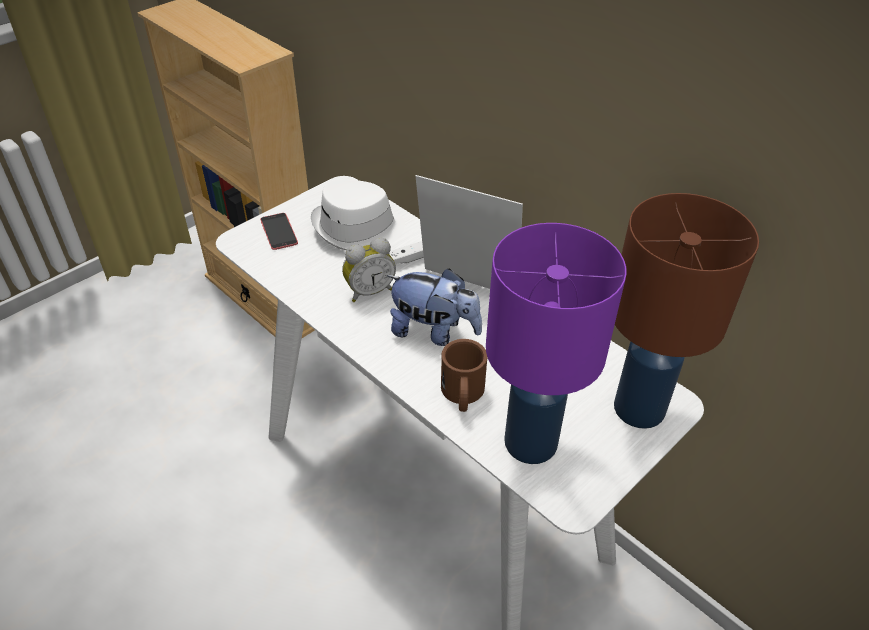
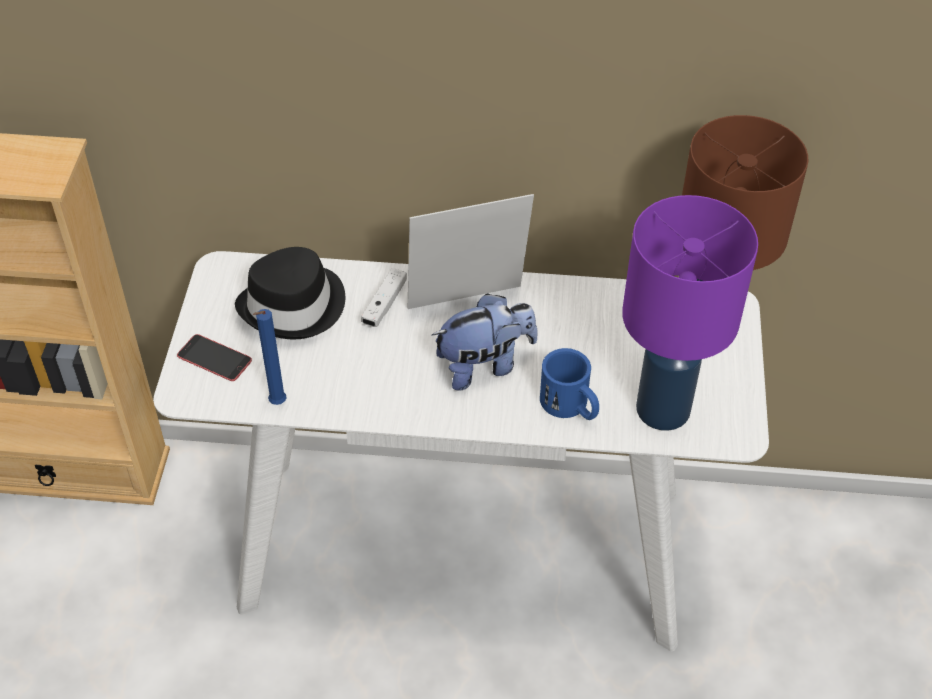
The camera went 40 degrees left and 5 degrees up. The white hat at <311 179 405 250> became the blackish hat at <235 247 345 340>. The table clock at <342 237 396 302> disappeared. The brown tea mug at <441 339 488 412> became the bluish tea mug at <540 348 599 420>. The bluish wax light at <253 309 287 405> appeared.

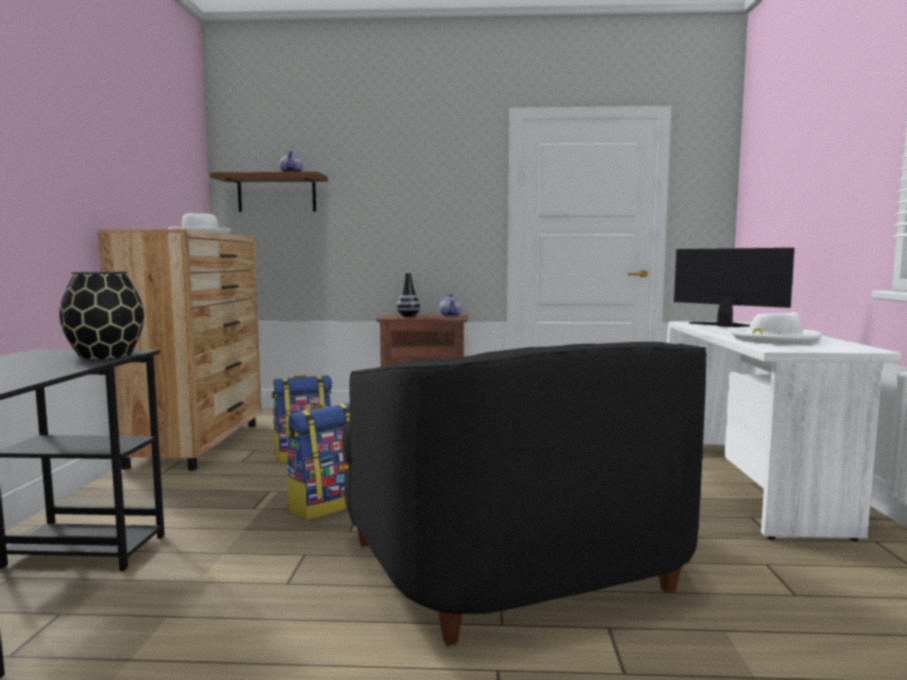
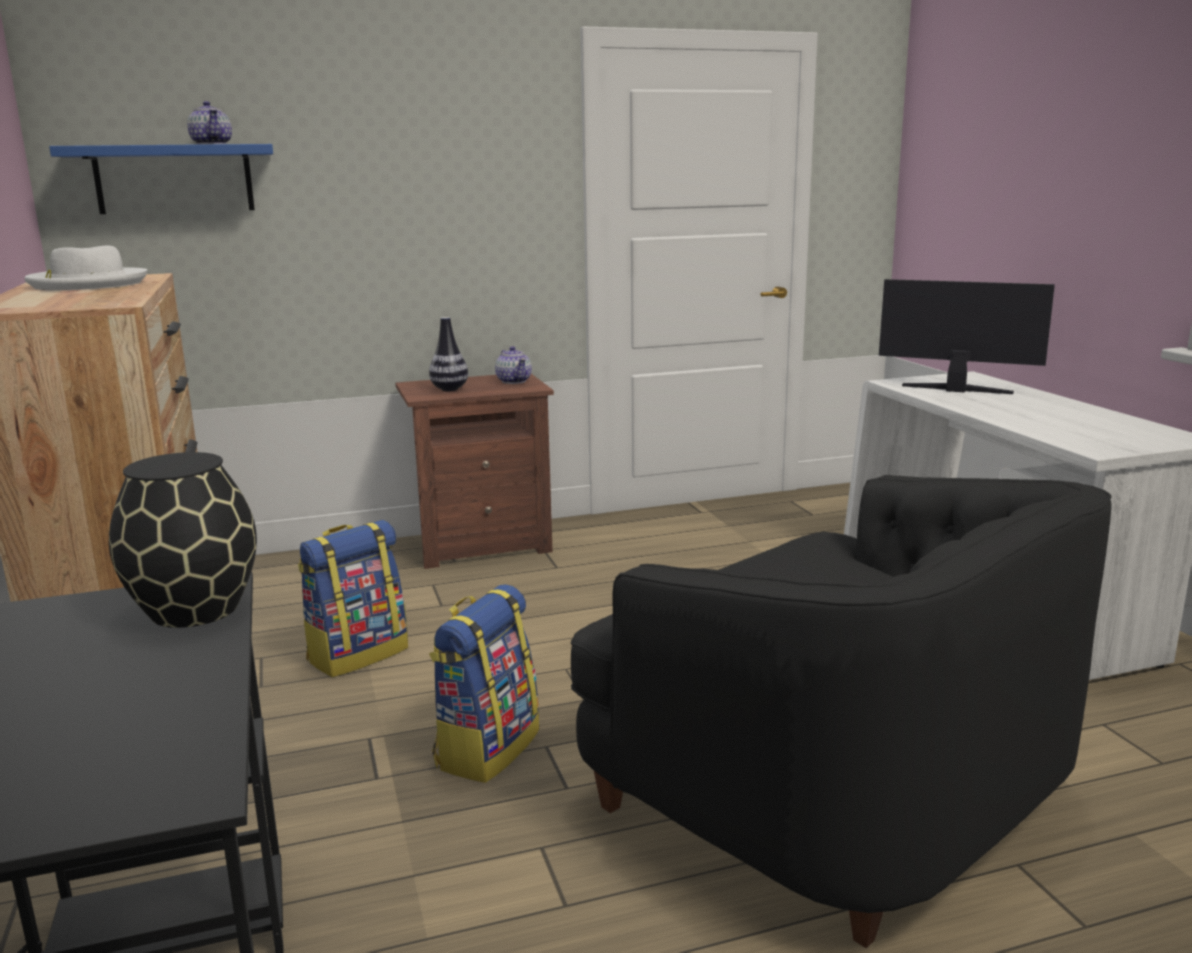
The camera went 20 degrees left and 10 degrees up. The brown bracket shelf at <210 172 328 212> became the bluish bracket shelf at <49 144 273 214>. The white hat at <731 312 822 344> disappeared.

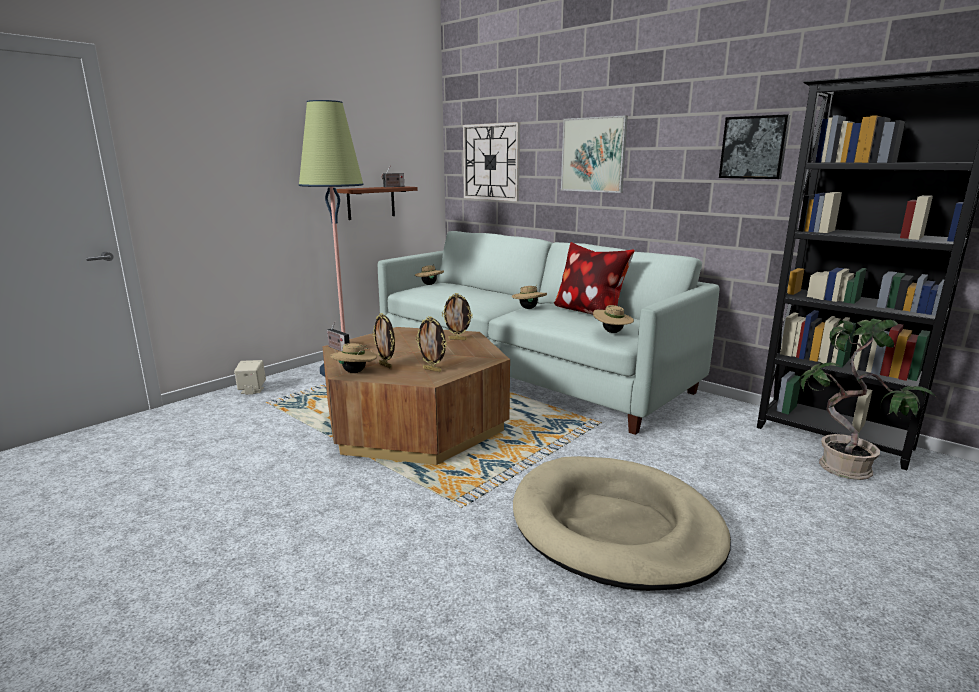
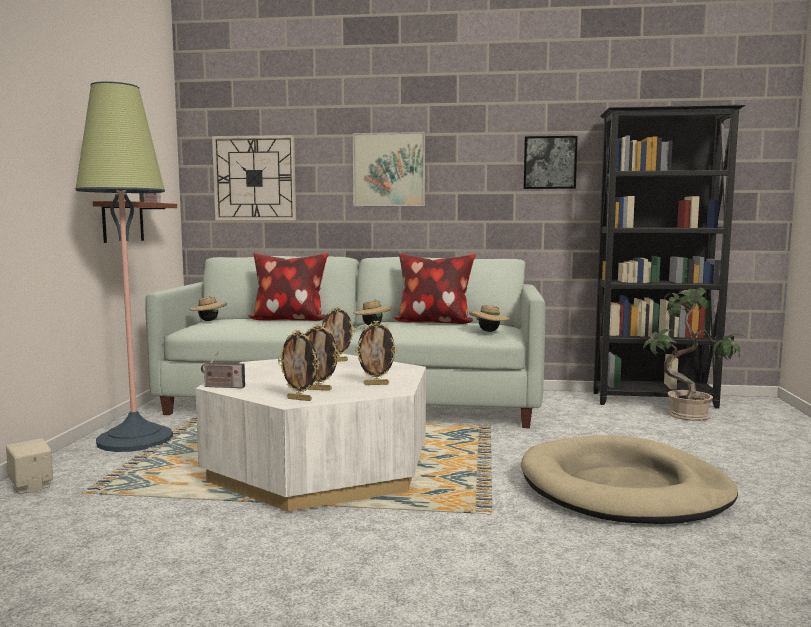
The camera went 35 degrees left and 10 degrees down. The brown lounge table at <323 327 510 465> became the white lounge table at <195 354 426 512>. The sand-coloured hat at <330 343 377 373> was replaced by the standing frame at <278 330 319 401>. The pillow at <248 253 329 321> appeared.

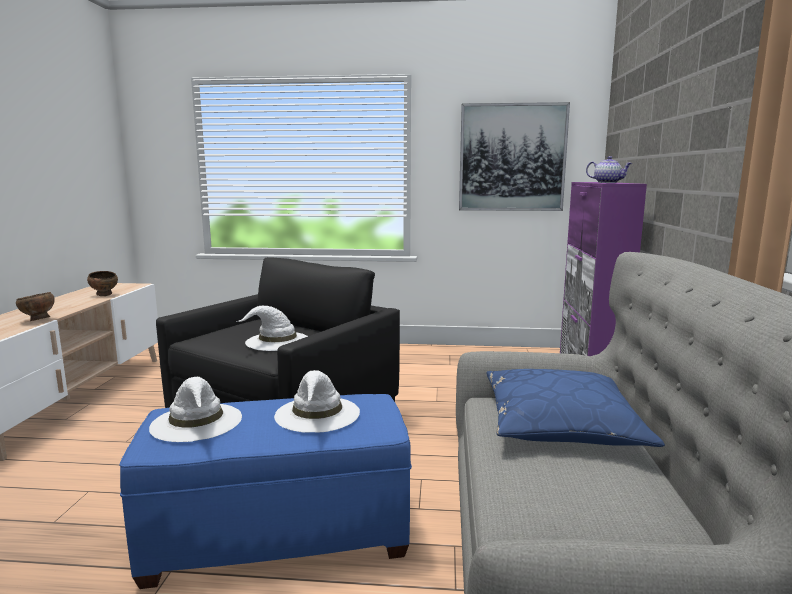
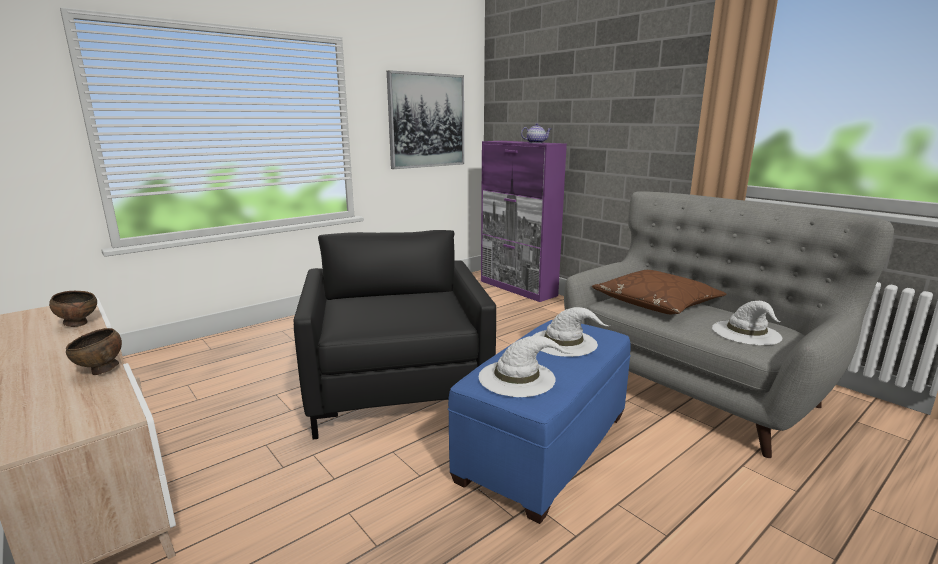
The camera went 45 degrees left and 5 degrees up. The white hat moved from <237 306 308 351> to <712 301 782 345>. The bluish pillow at <487 369 665 447> became the brown pillow at <592 270 726 314>.

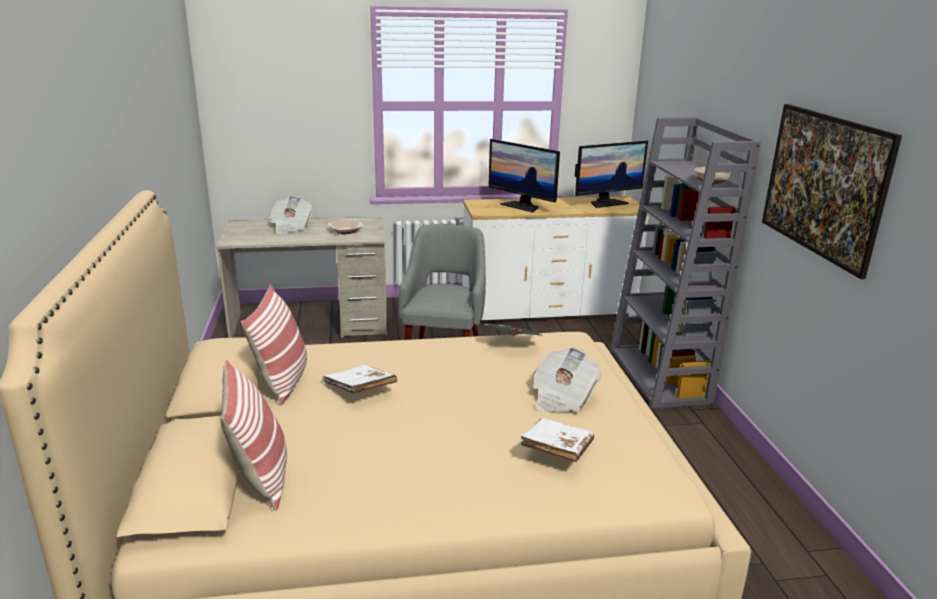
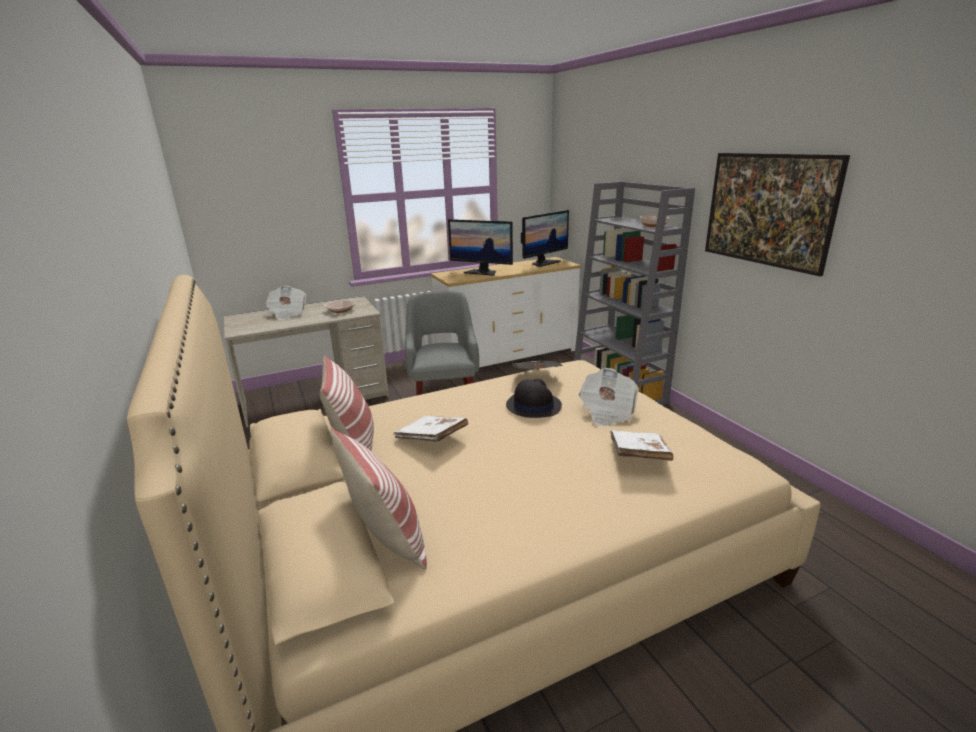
The camera went 15 degrees left and 0 degrees up. The blackish hat at <506 379 562 418> appeared.

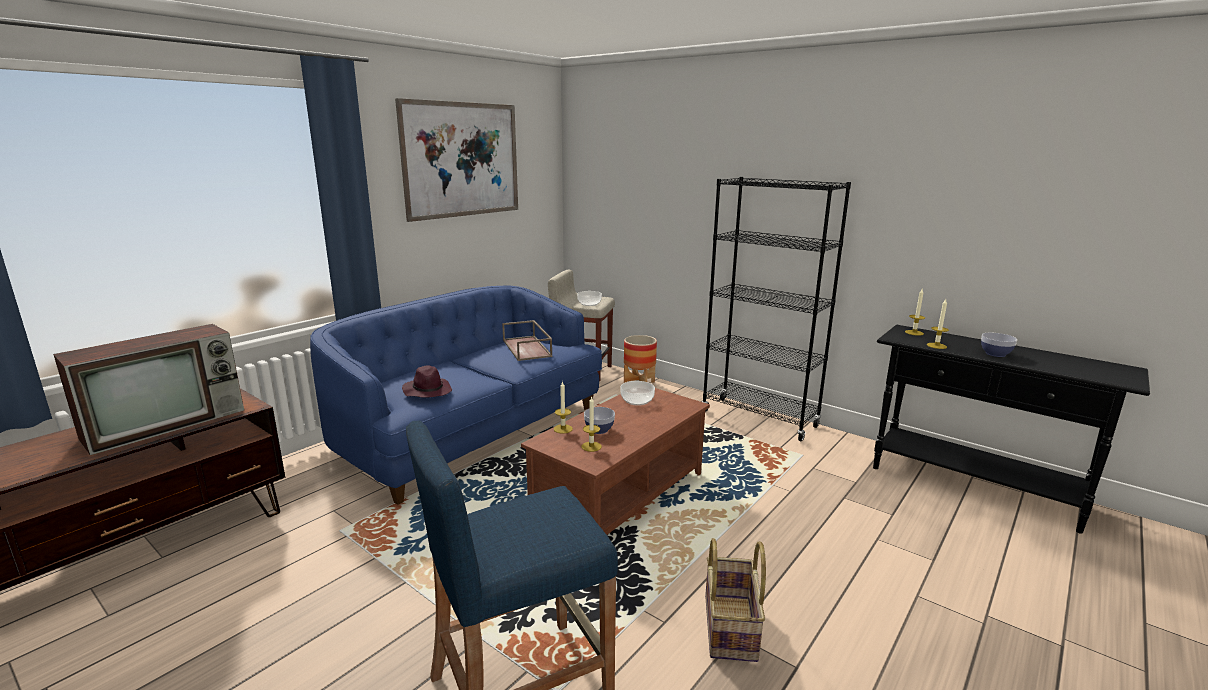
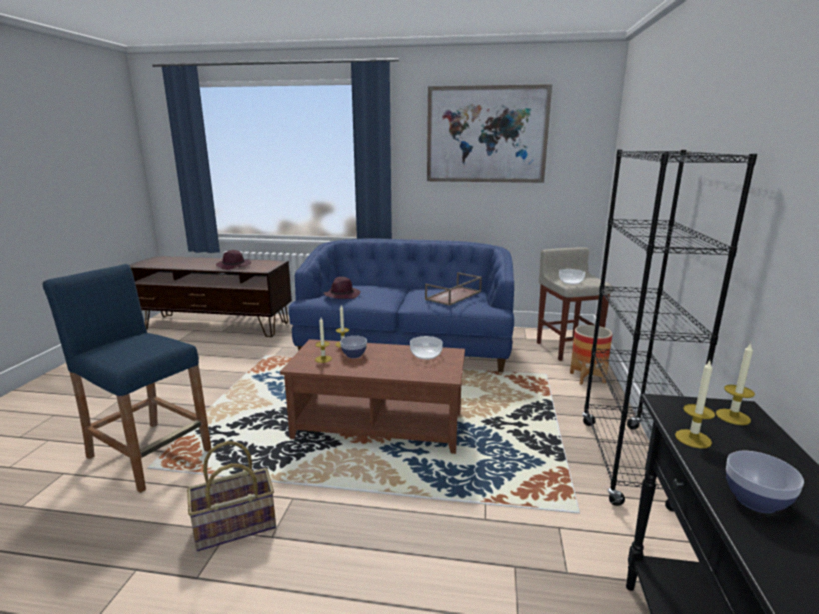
The camera went 60 degrees right and 0 degrees up. The TV set at <53 324 244 455> was replaced by the purple-coloured hat at <216 250 251 270>.

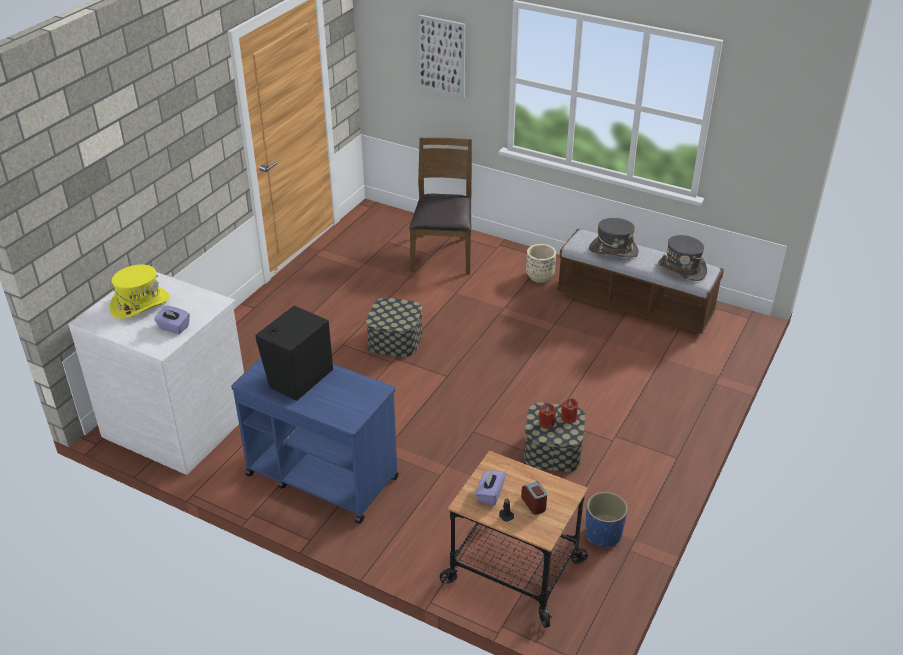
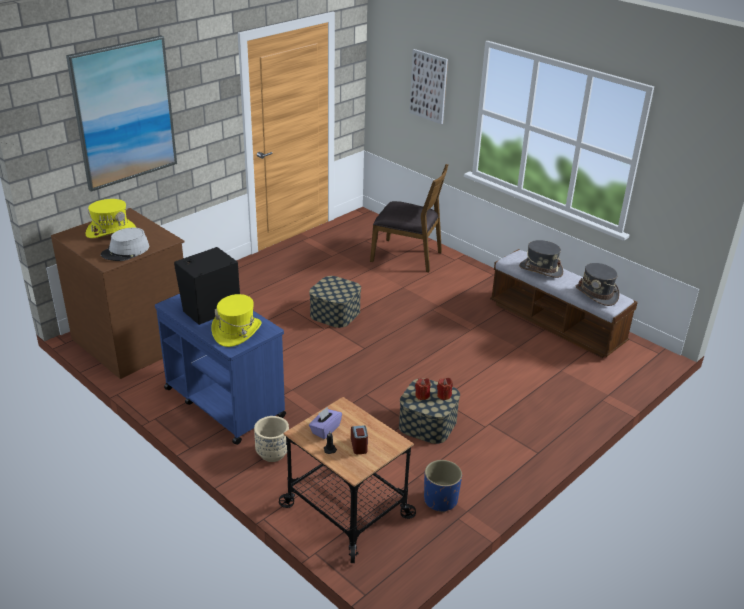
The camera went 15 degrees right and 5 degrees down. The white drawer chest at <68 272 244 475> became the brown drawer chest at <51 208 184 379>. The purple-coloured box of tissues at <154 306 190 334> was replaced by the gray hat at <101 227 149 261>. The brown upright chair at <409 137 472 274> turned 90 degrees clockwise. The sand-coloured planter moved from <526 244 556 283> to <254 416 289 462>. The picture at <66 35 177 192> appeared. The yellowish hat at <211 294 262 347> appeared.

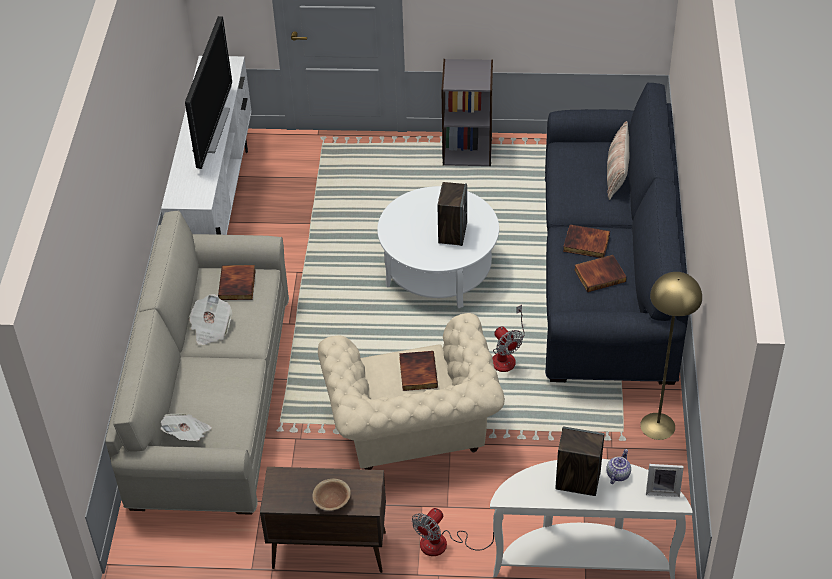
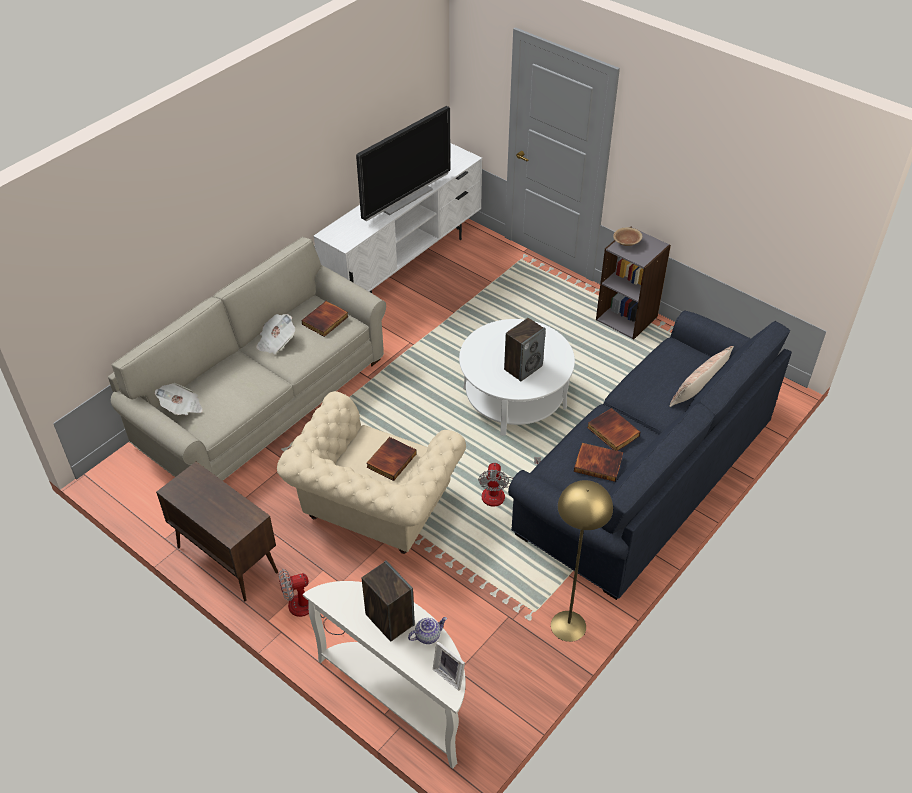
The camera went 35 degrees right and 0 degrees up. The brown serving bowl moved from <312 479 351 511> to <613 227 642 246>.

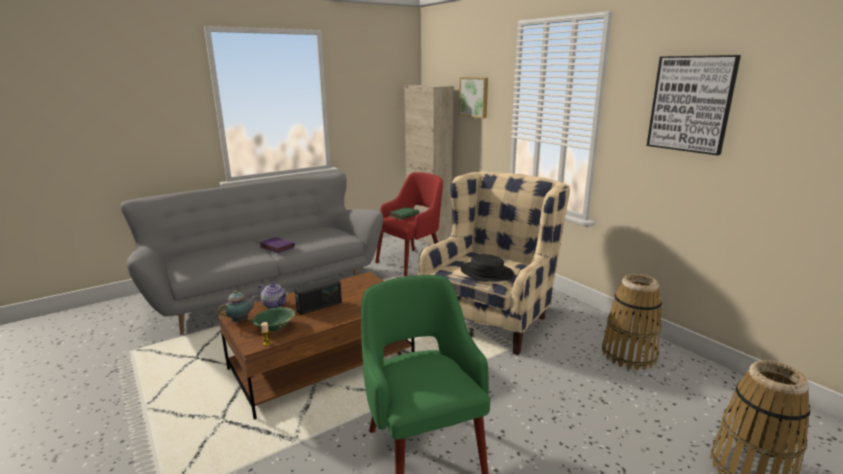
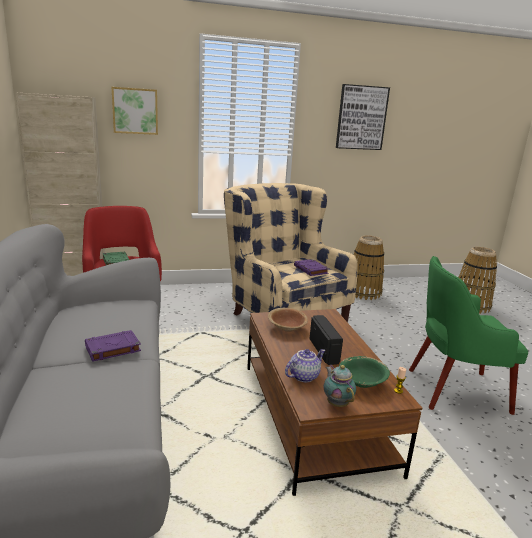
The camera went 70 degrees left and 0 degrees up. The blackish hat at <460 254 514 282> was replaced by the purple-coloured book at <294 259 329 276>. The brown serving bowl at <268 308 308 332> appeared.

